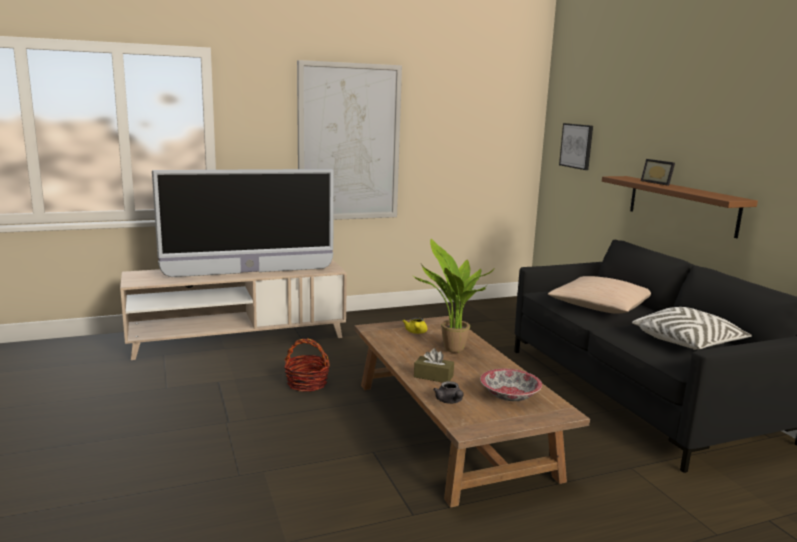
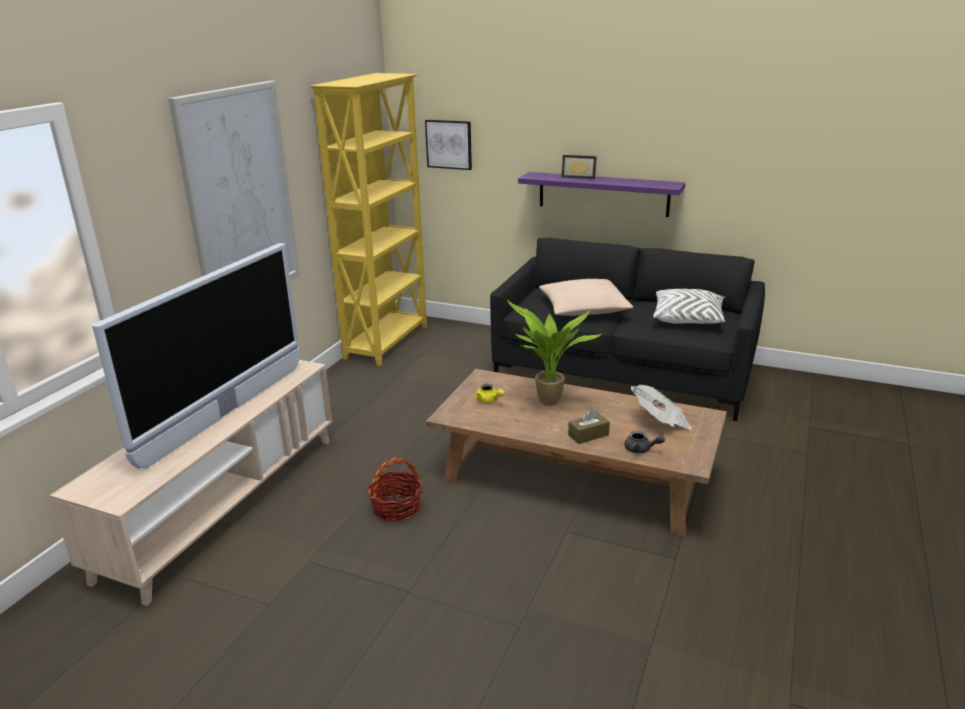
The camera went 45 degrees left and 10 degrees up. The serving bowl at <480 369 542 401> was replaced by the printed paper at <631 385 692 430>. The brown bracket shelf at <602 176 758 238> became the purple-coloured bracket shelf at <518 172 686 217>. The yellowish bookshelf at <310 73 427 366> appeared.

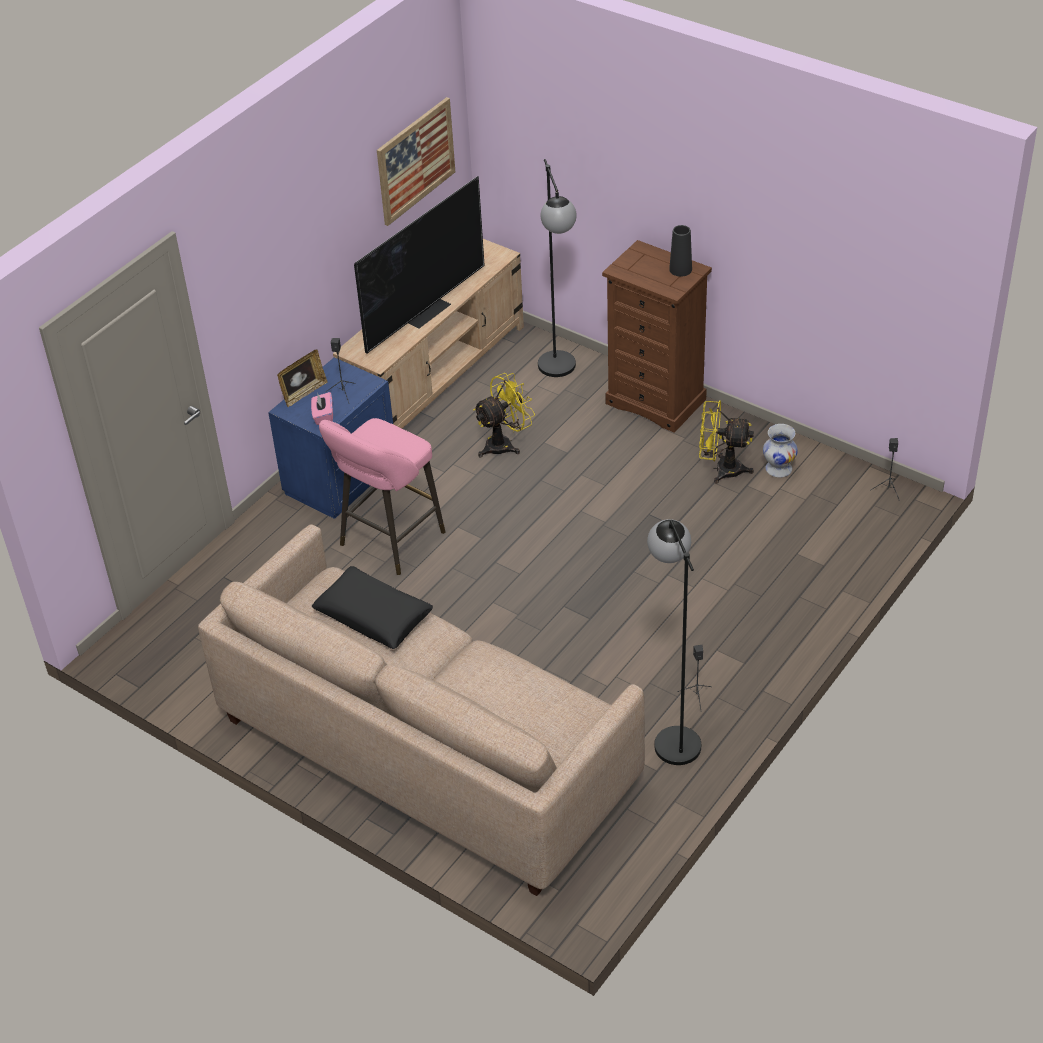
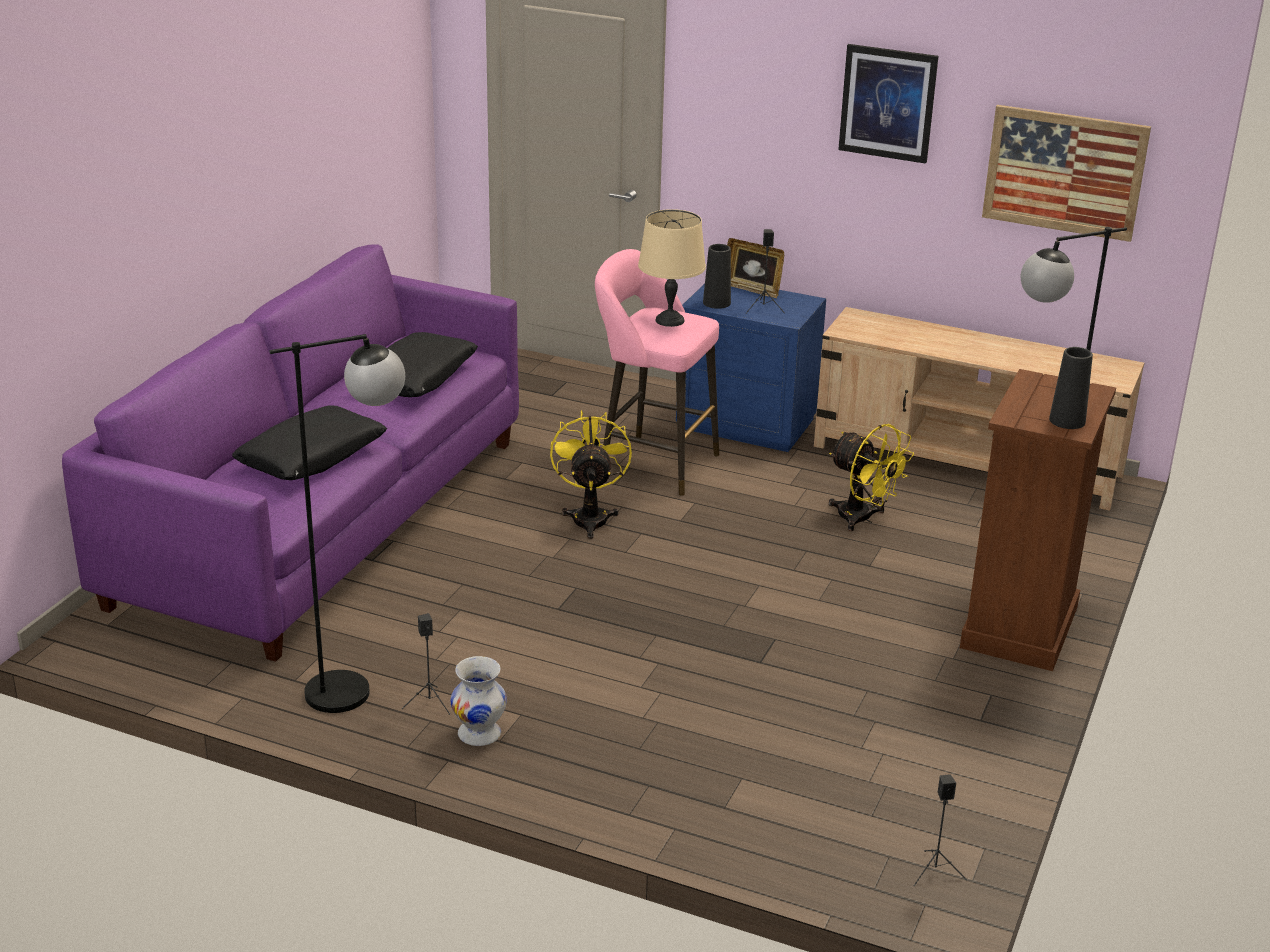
The camera went 75 degrees right and 15 degrees down. The sand-coloured settee at <198 524 645 896> became the purple-coloured settee at <62 245 519 662>. The pinkish box of tissues at <311 392 333 425> was replaced by the blackish decorative vase at <703 244 731 309>. The TV set at <354 176 485 353> disappeared. The yellowish cooling fan moved from <699 400 754 484> to <550 410 632 539>. The white decorative vase moved from <763 424 798 478> to <450 656 507 746>. The blackish pillow at <232 405 387 480> appeared. The sand-coloured tabletop lamp at <638 209 706 327> appeared. The picture at <838 44 938 164> appeared.

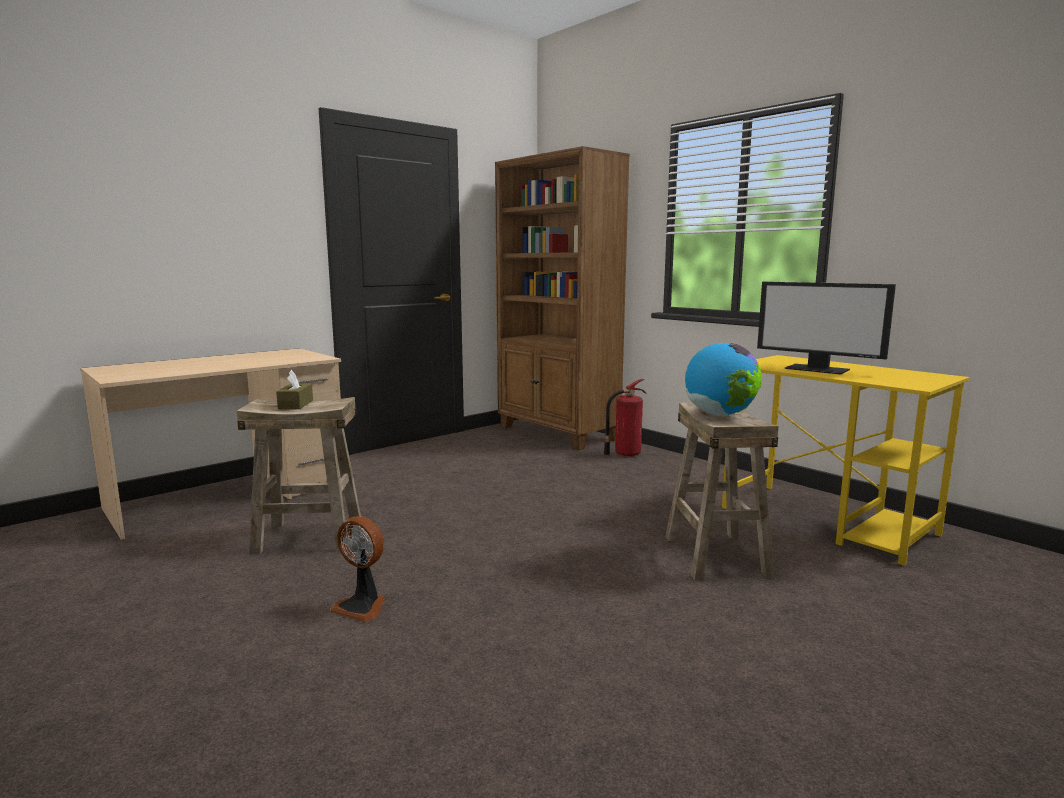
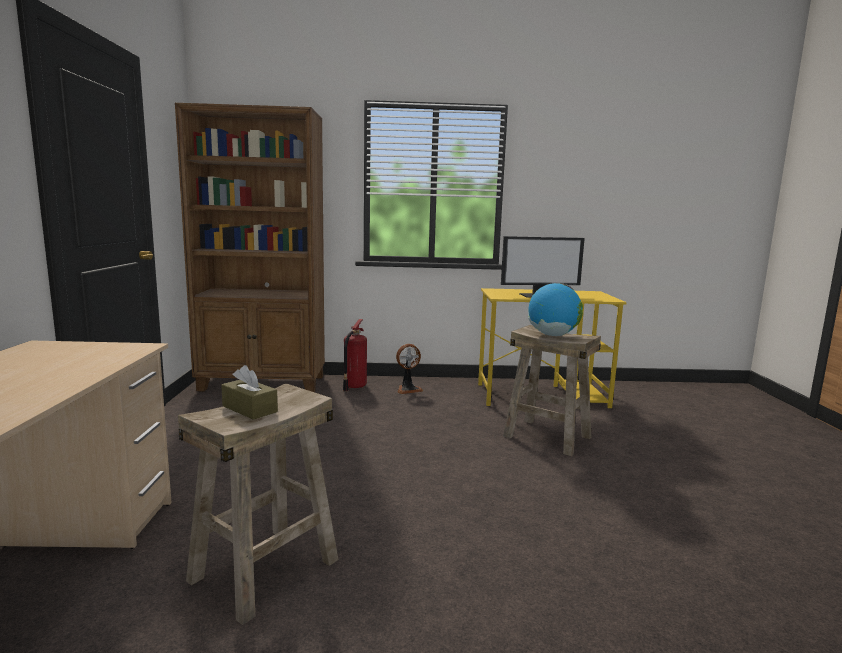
The camera went 50 degrees left and 0 degrees up. The cooling fan moved from <329 516 385 622> to <396 344 423 394>.

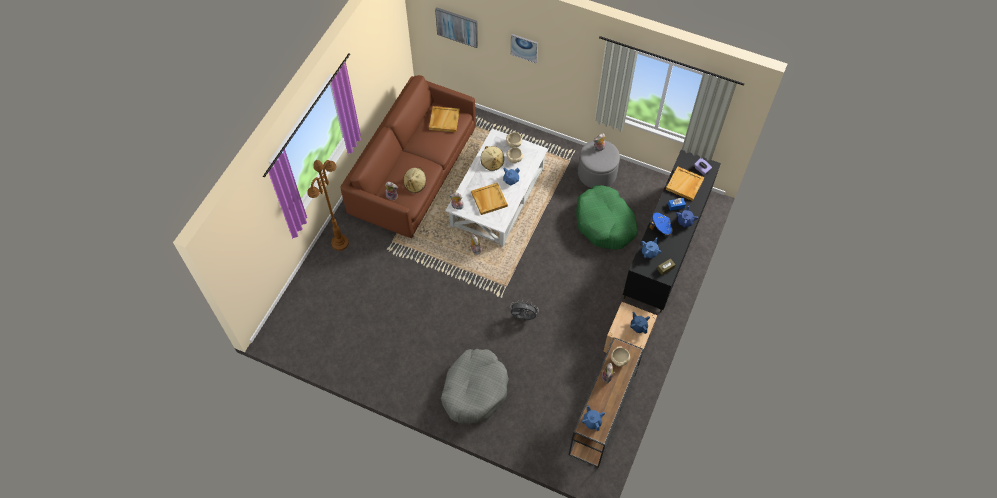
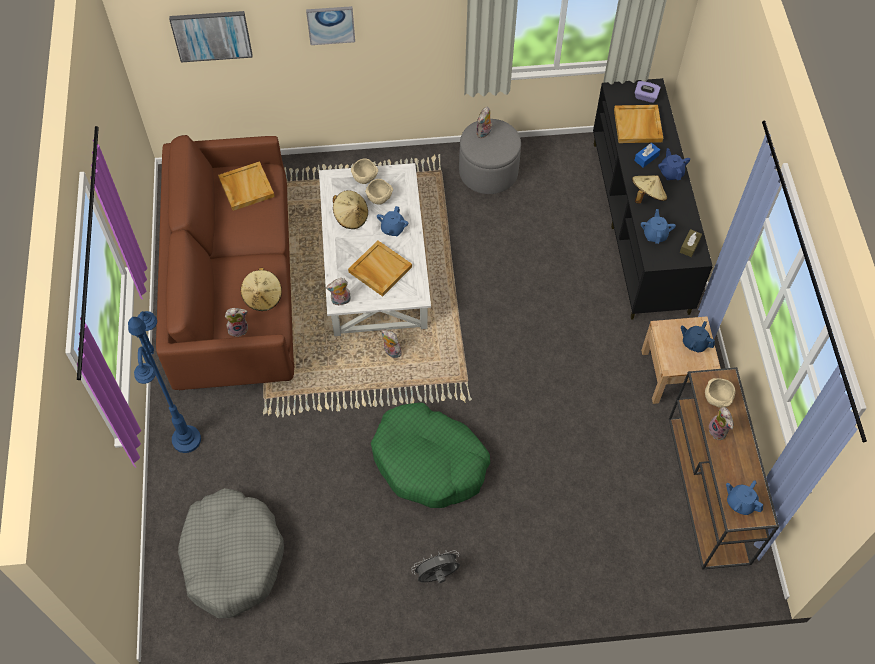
The camera went 30 degrees left and 0 degrees up. The brown standard lamp at <308 160 349 251> became the bluish standard lamp at <128 311 201 453>. The gray dog cushion moved from <441 349 509 424> to <178 488 284 618>. The gray cooling fan moved from <510 300 539 320> to <411 550 460 583>. The green-coloured dog cushion moved from <576 185 638 250> to <371 402 490 508>. The bluish hat at <649 213 672 235> became the sand-coloured hat at <632 175 667 203>.

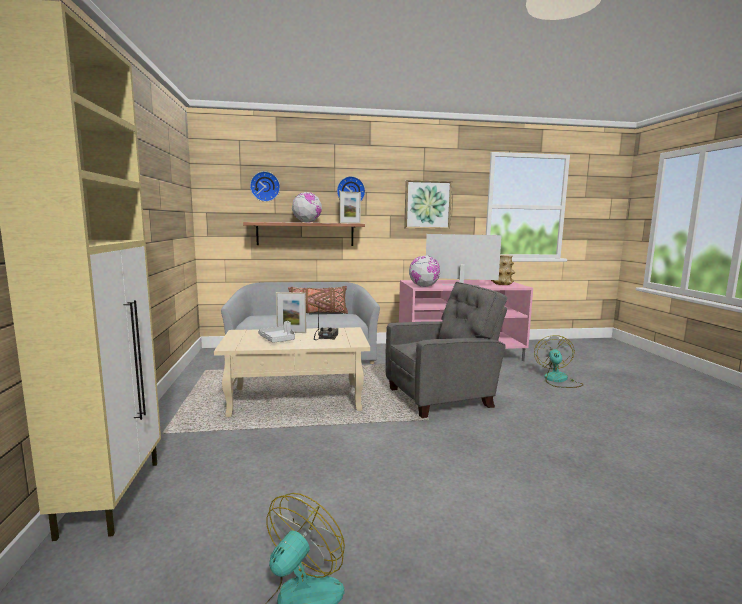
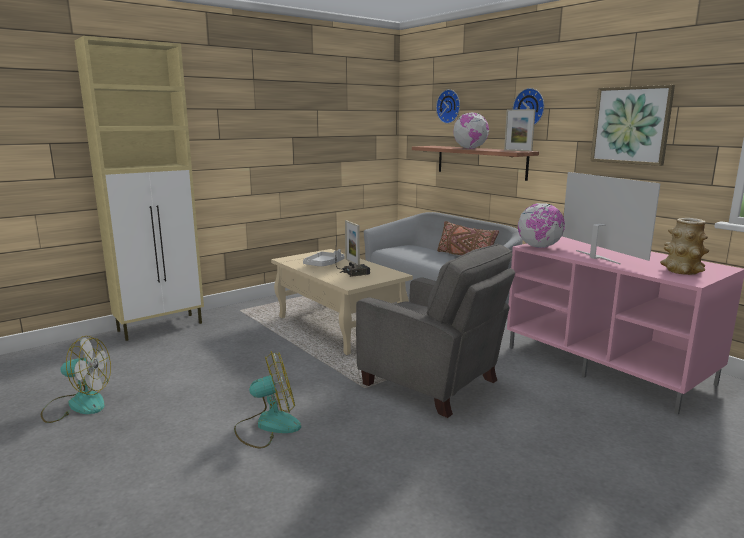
The camera went 60 degrees right and 5 degrees up. The cooling fan moved from <534 335 583 388> to <234 351 301 448>.

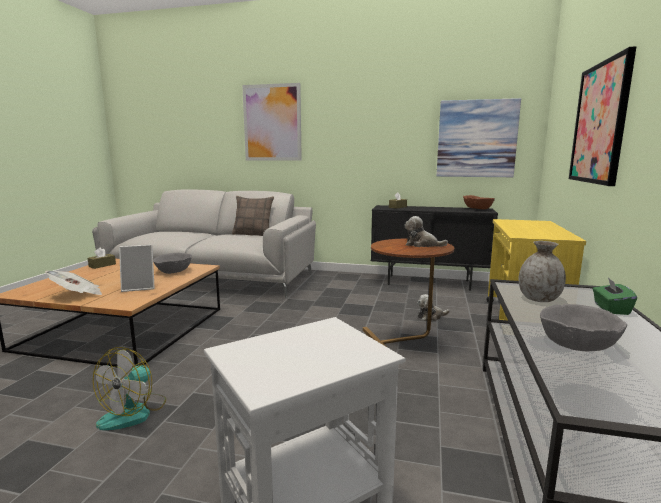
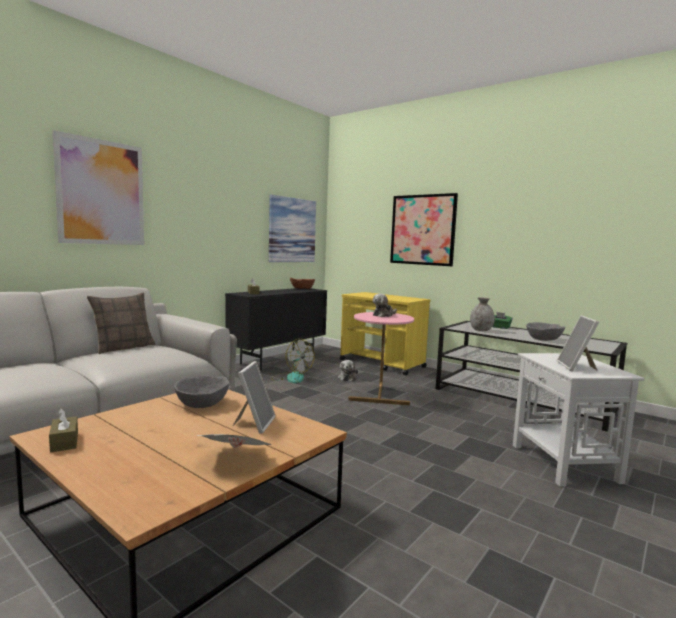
The camera went 65 degrees left and 5 degrees down. The cooling fan moved from <93 347 166 430> to <271 339 315 383>. The brown side table at <363 239 454 346> became the pinkish side table at <349 312 414 405>. The standing frame at <557 316 599 371> appeared.

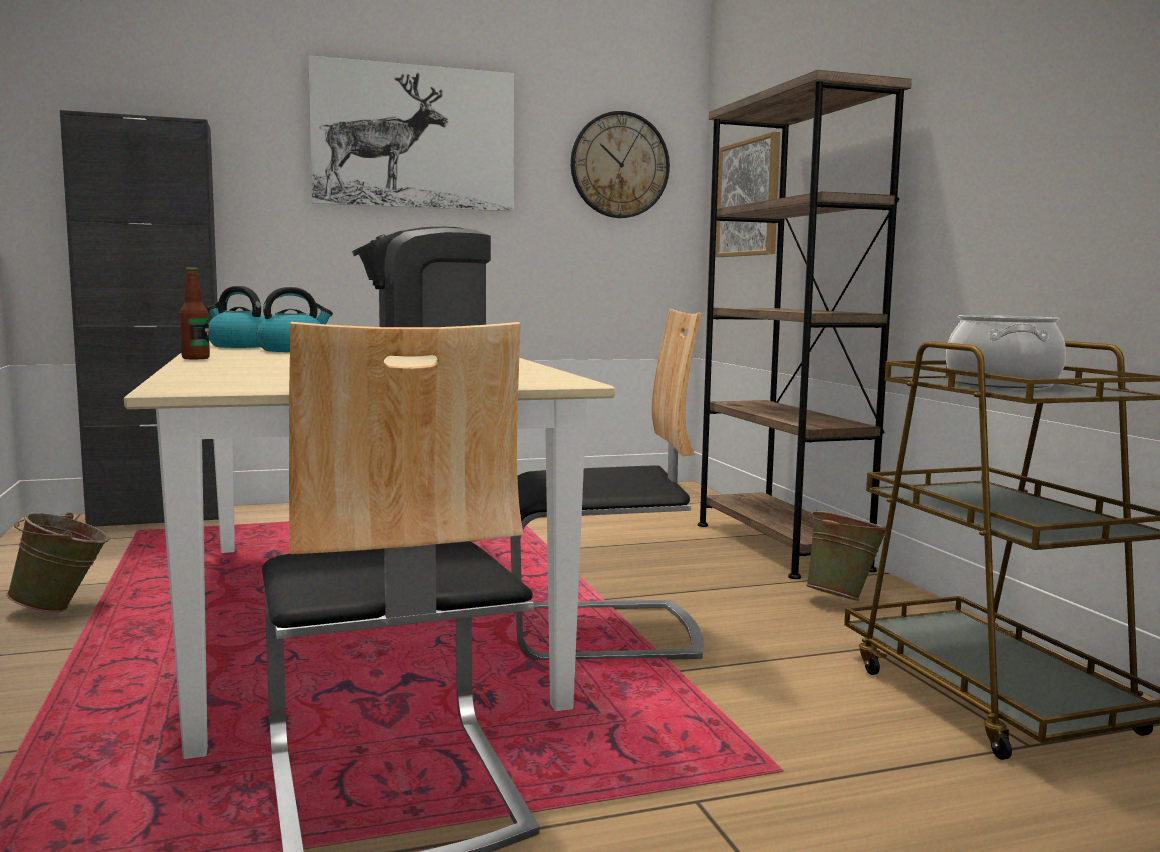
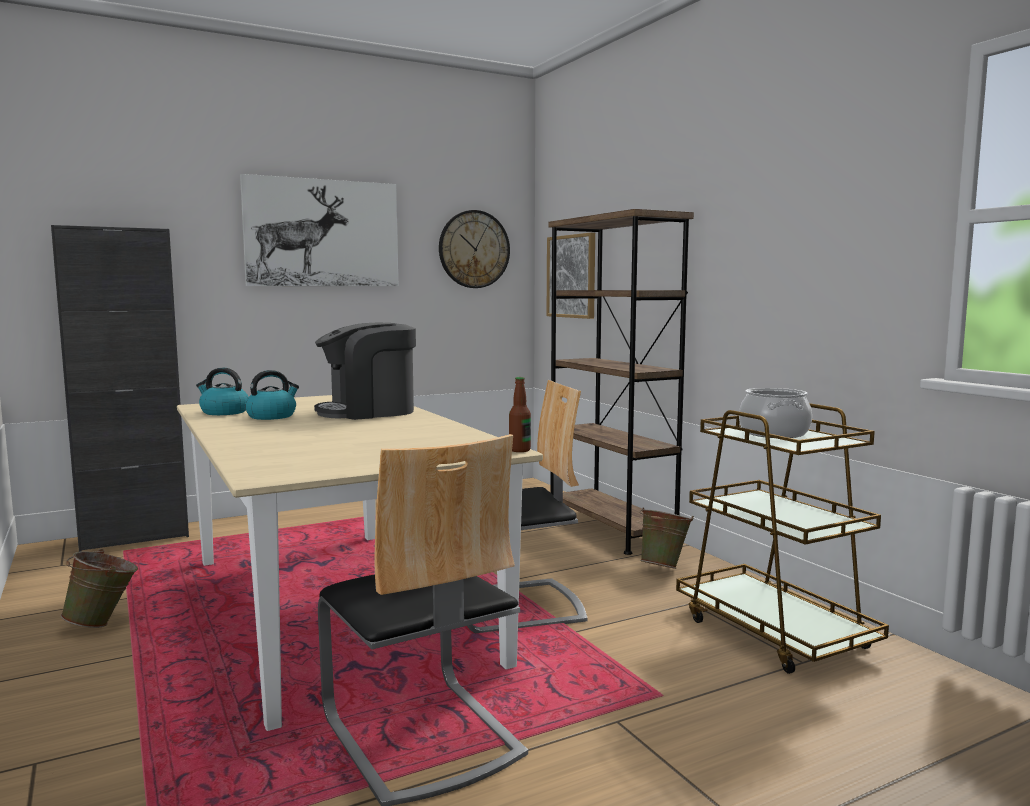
The camera went 10 degrees left and 0 degrees up. The bottle moved from <180 267 210 359> to <509 377 531 452>.

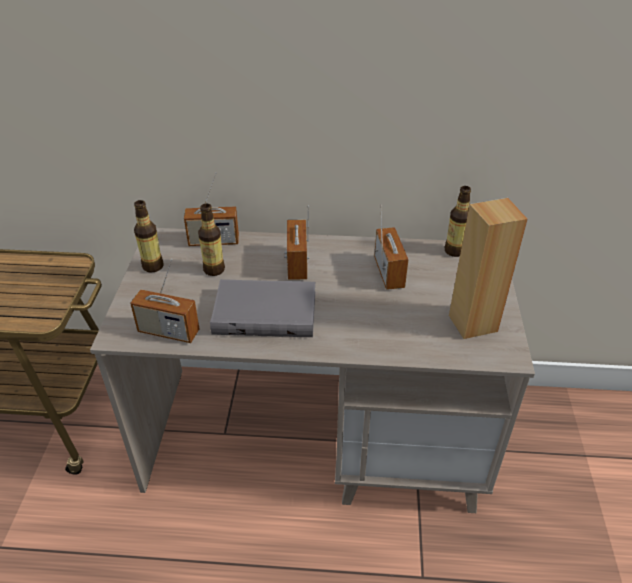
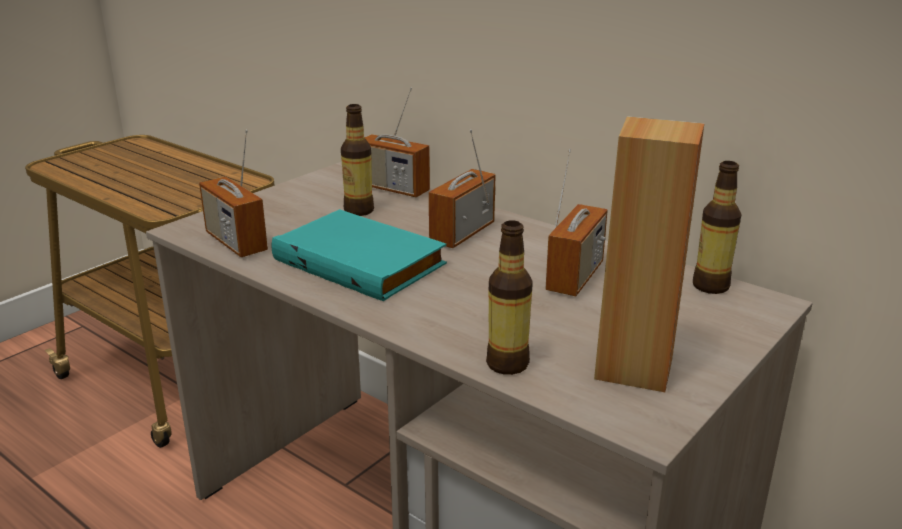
The camera went 35 degrees right and 15 degrees down. The bottle moved from <134 200 164 272> to <486 220 533 375>. The gray book at <210 279 315 337> became the turquoise-coloured book at <271 209 447 301>.

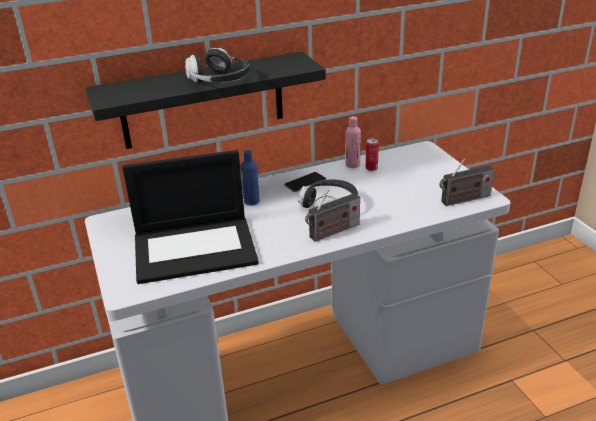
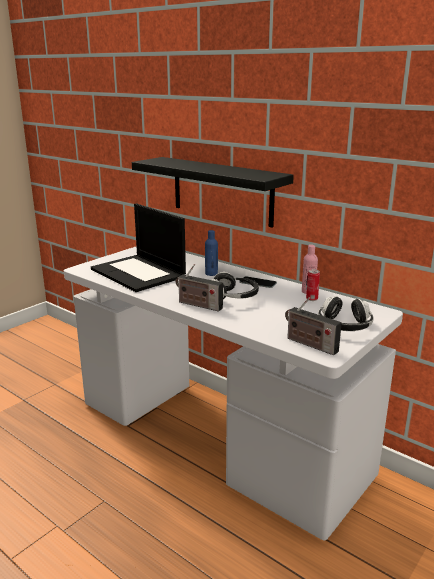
The camera went 60 degrees right and 10 degrees down. The headset moved from <185 48 250 82> to <318 296 374 331>.

